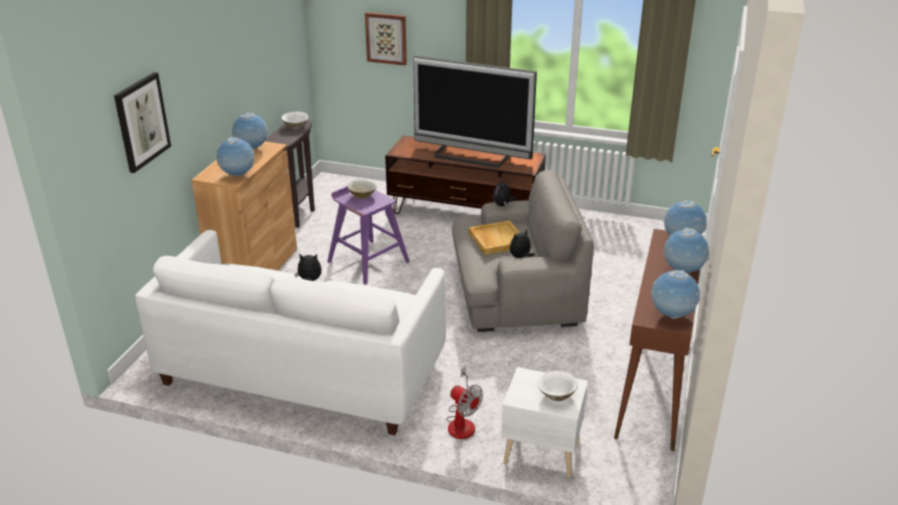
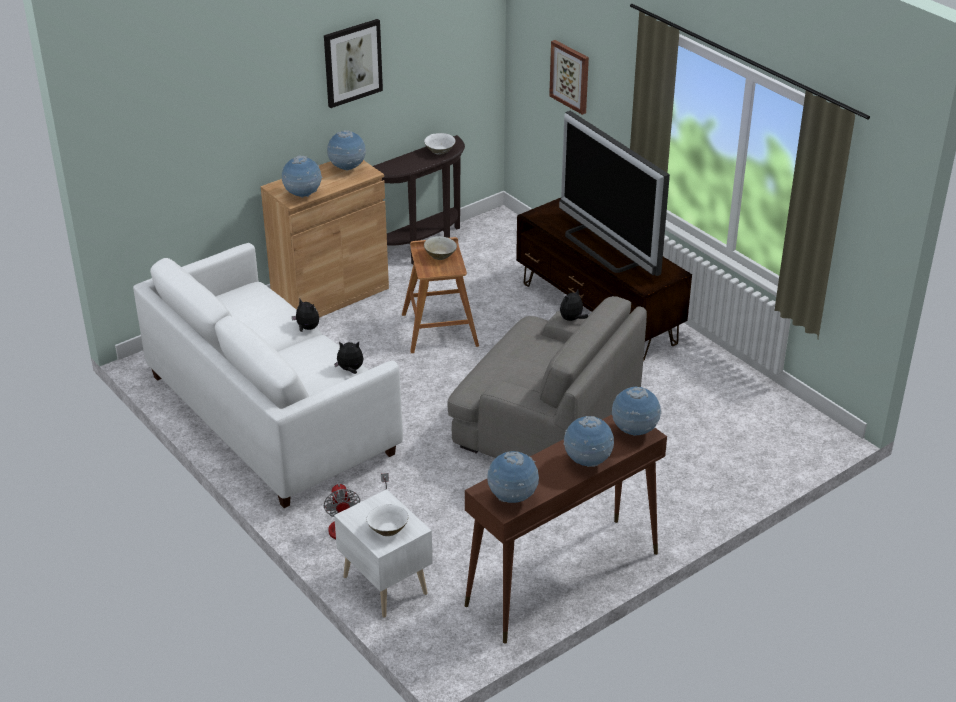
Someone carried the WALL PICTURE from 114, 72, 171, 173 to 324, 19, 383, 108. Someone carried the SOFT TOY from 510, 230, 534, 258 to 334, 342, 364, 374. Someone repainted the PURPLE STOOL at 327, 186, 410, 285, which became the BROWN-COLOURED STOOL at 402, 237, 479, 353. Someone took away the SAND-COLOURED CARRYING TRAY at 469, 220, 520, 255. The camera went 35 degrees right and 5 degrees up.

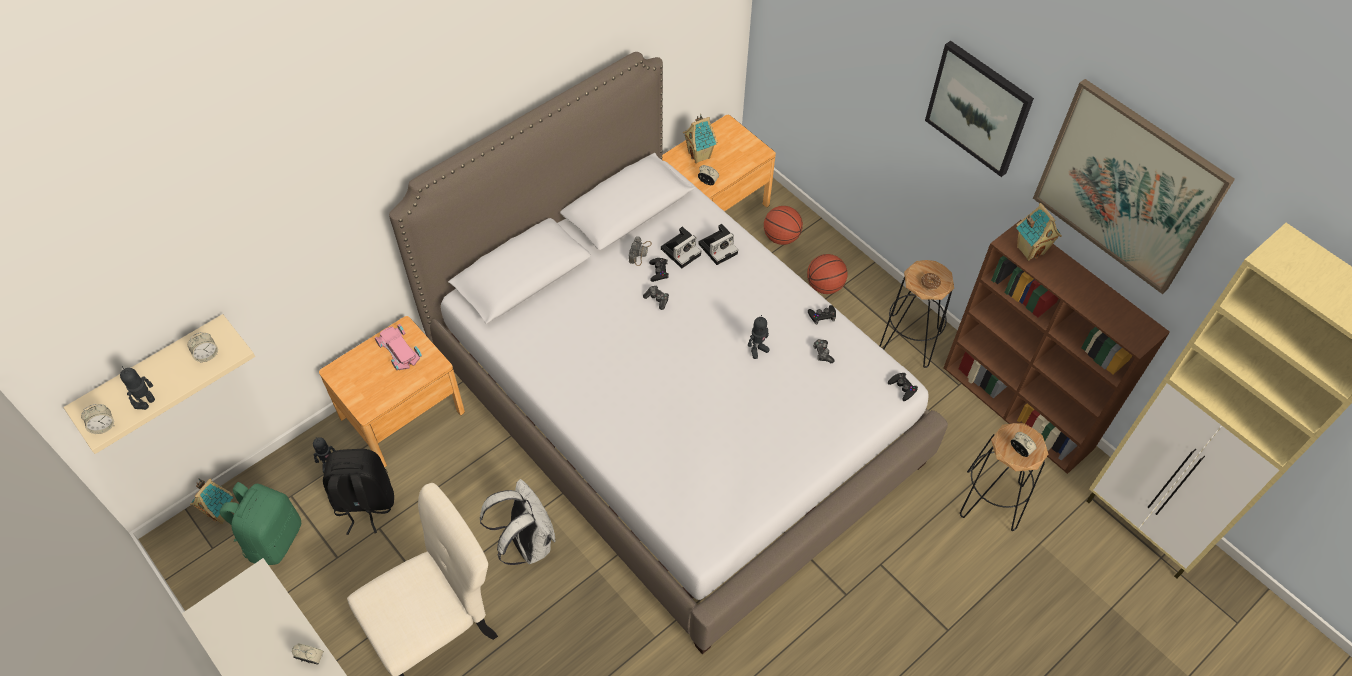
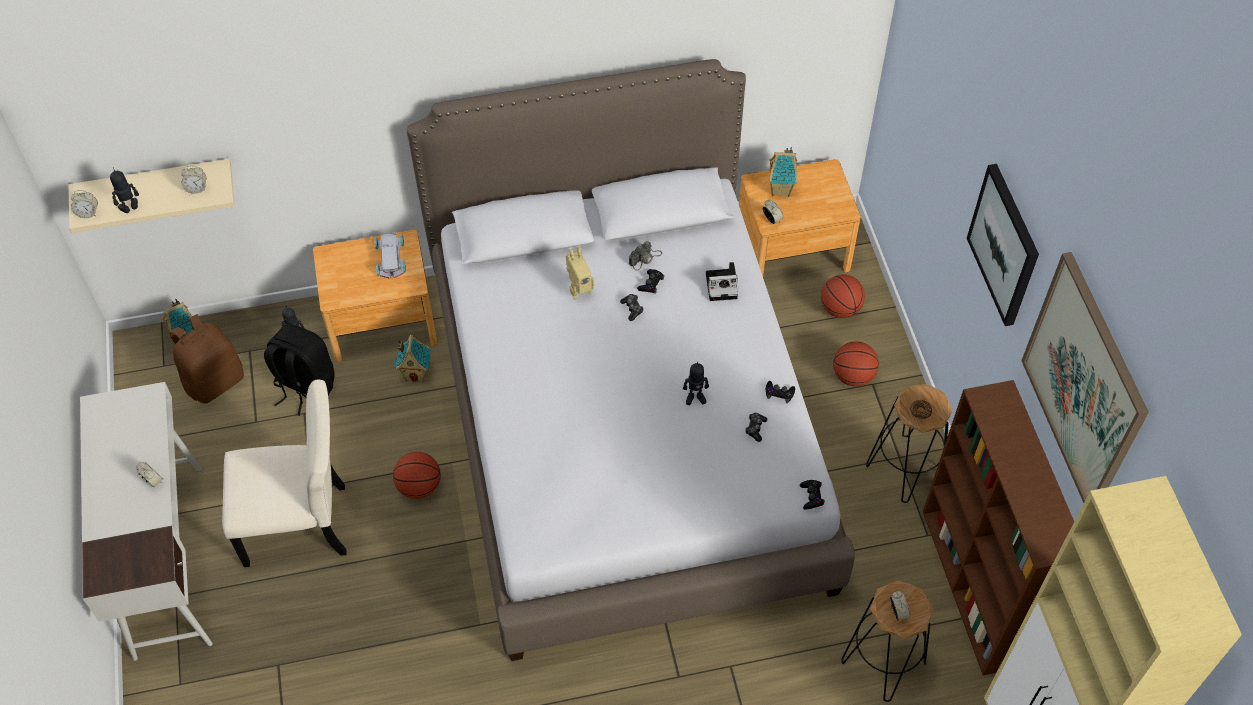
Someone repainted the GREENISH KNAPSACK at 219, 482, 301, 565, which became the BROWN-COLOURED KNAPSACK at 170, 314, 244, 404. Someone repainted the PINK MINIATURE CAR at 375, 324, 422, 370, which became the WHITE-COLOURED MINIATURE CAR at 374, 234, 406, 279. Someone swapped the WHITE-COLOURED KNAPSACK at 480, 479, 555, 565 for the BASKETBALL at 393, 452, 441, 499. Someone carried the TOY HOUSE from 1016, 203, 1062, 261 to 395, 334, 431, 383. Someone put down the MODEL ROBOT at 566, 246, 594, 300. Someone took away the STILL CAMERA at 661, 227, 701, 268. The camera went 30 degrees right and 0 degrees up.

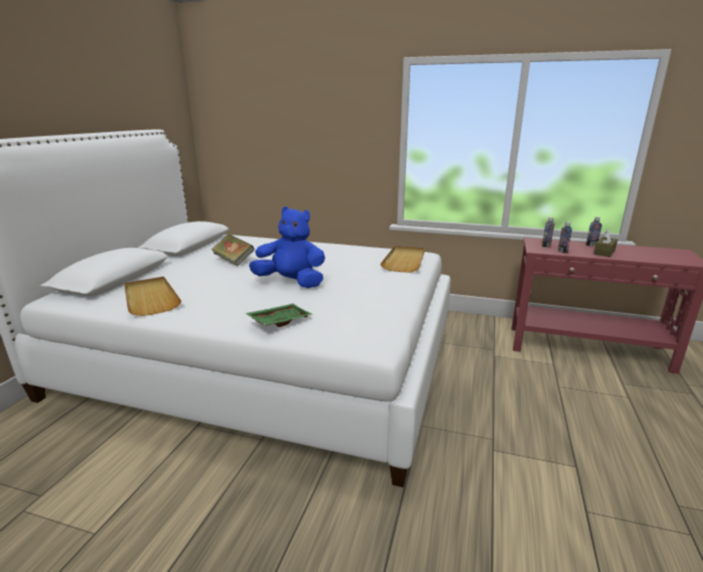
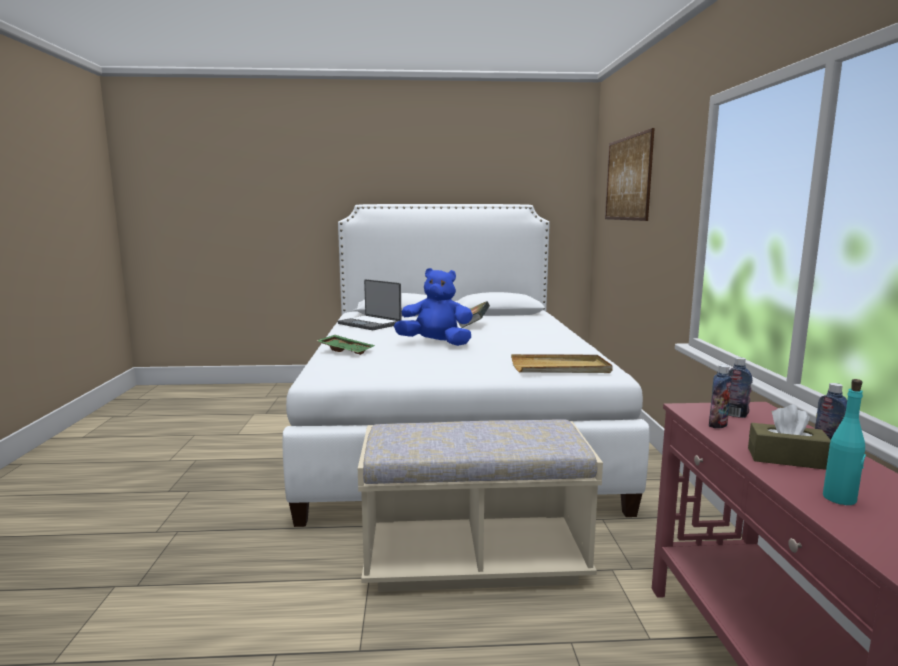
Someone swapped the SAND-COLOURED CARRYING TRAY at 124, 277, 181, 316 for the PORTABLE COMPUTER at 337, 279, 402, 330. Someone put down the SAND-COLOURED LONG SEAT at 358, 419, 603, 592. Someone rotated the BLUE SOFT TOY at 249, 207, 325, 288 by 75 degrees counterclockwise. Someone put up the WALL PICTURE at 605, 128, 655, 221. Someone put down the TURQUOISE DRINK BOTTLE at 823, 379, 866, 505. The camera went 70 degrees right and 10 degrees down.

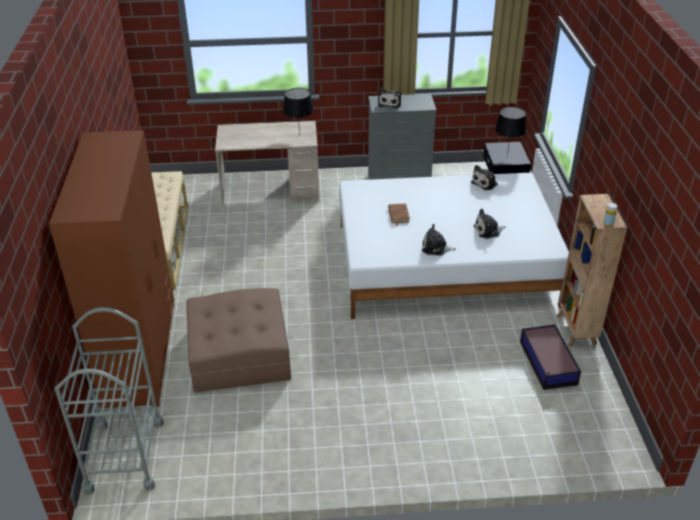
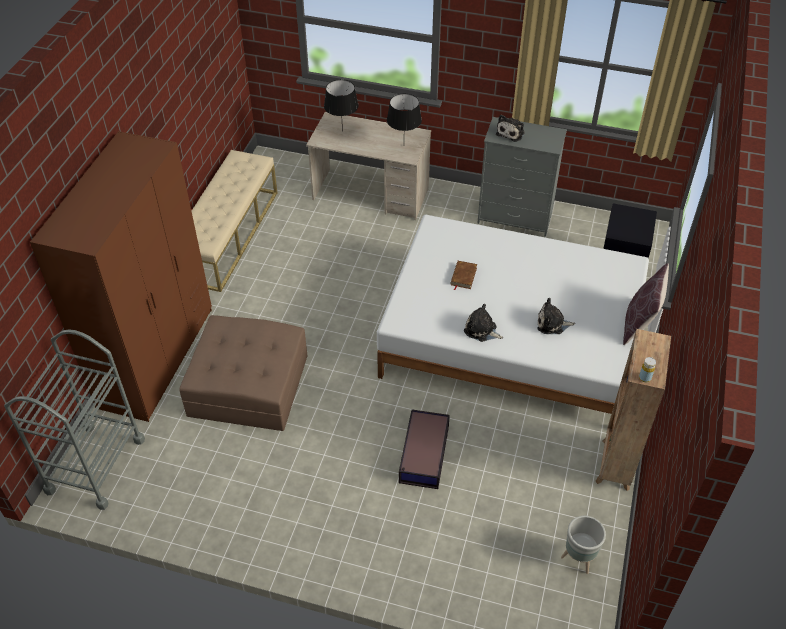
Someone carried the BLACKISH LAMP FOR A TABLE from 495, 107, 526, 154 to 324, 80, 359, 132. Someone carried the STORAGE BIN from 520, 325, 581, 390 to 399, 410, 450, 489. Someone put down the GRAY FLOWER POT at 561, 516, 606, 574. Someone put down the BROWN-COLOURED PILLOW at 623, 263, 669, 345. Someone took away the SOFT TOY at 471, 165, 497, 190. The camera went 20 degrees right and 10 degrees up.

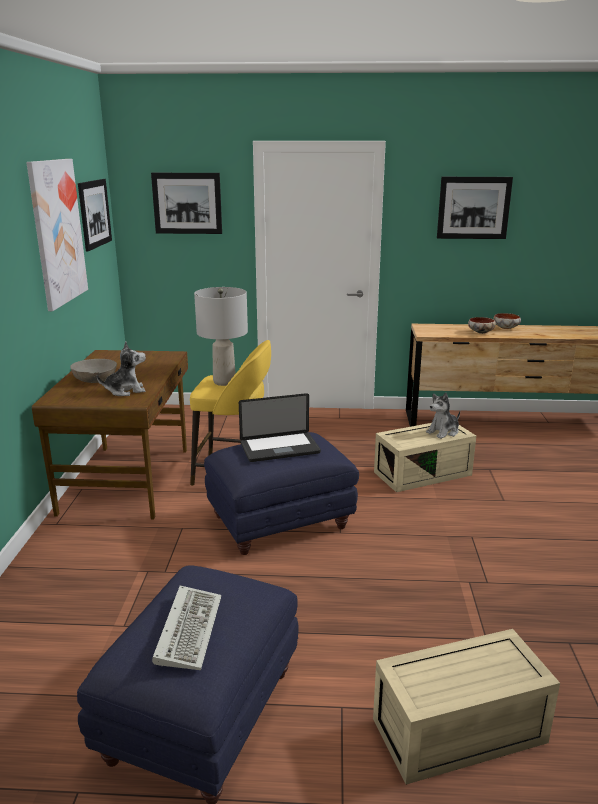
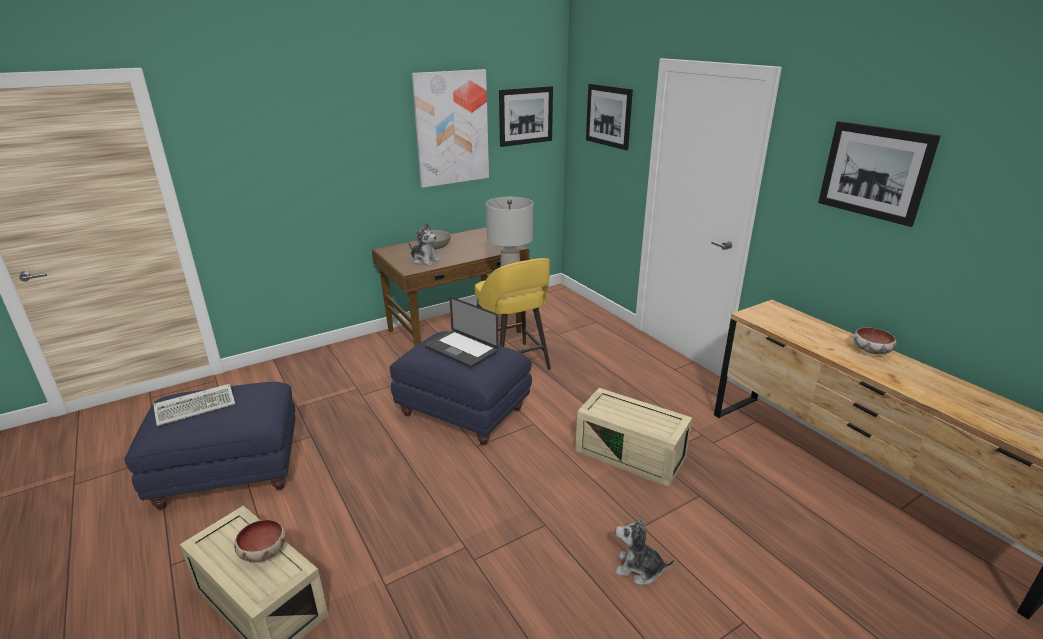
Someone carried the BOWL from 468, 317, 496, 334 to 234, 520, 285, 562. Someone carried the SOFT TOY from 426, 393, 460, 439 to 615, 514, 674, 584. The camera went 55 degrees right and 5 degrees up.

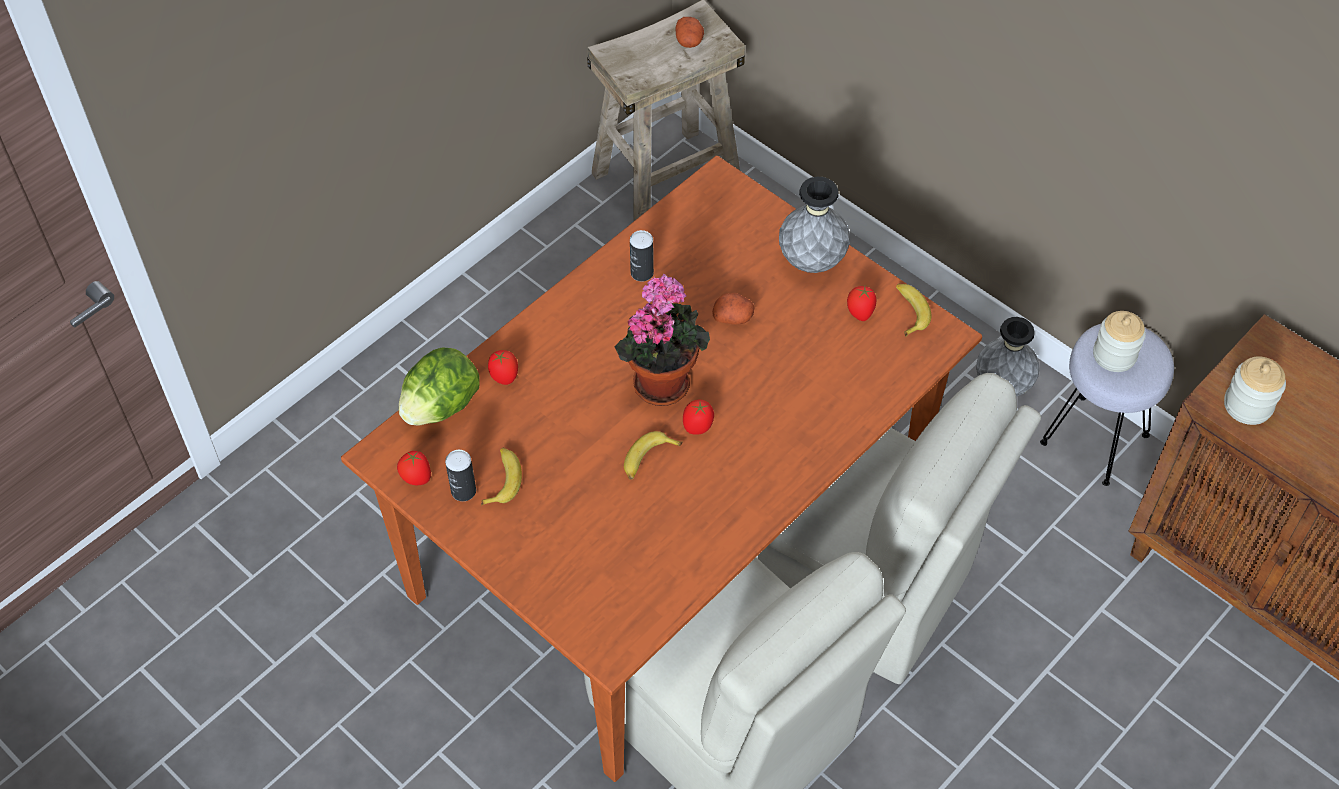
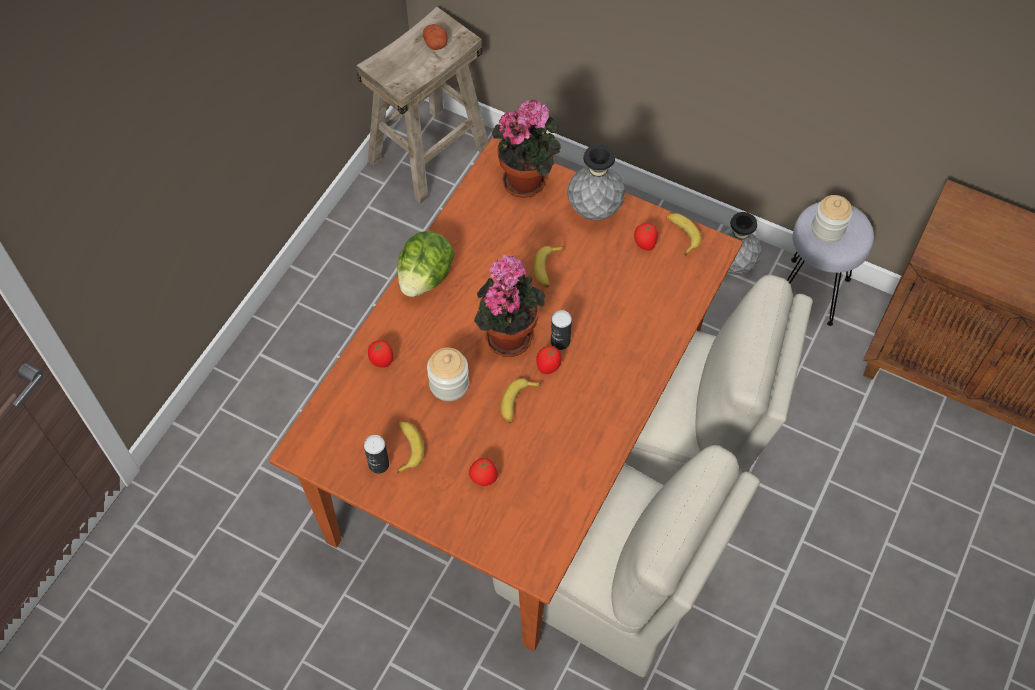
Someone carried the HEAD OF LETTUCE from 399, 347, 480, 425 to 397, 231, 455, 297. Someone carried the JAR from 1224, 356, 1286, 425 to 427, 348, 469, 401. Someone carried the WHOLE TOMATO from 397, 451, 431, 485 to 469, 458, 498, 486. Someone put down the PLANT IN A POT at 492, 99, 561, 198. Someone swapped the SPUD at 712, 293, 755, 325 for the BANANA at 533, 246, 564, 288. Someone carried the CAN from 630, 230, 654, 282 to 551, 310, 572, 350. The camera went 15 degrees left and 5 degrees up.

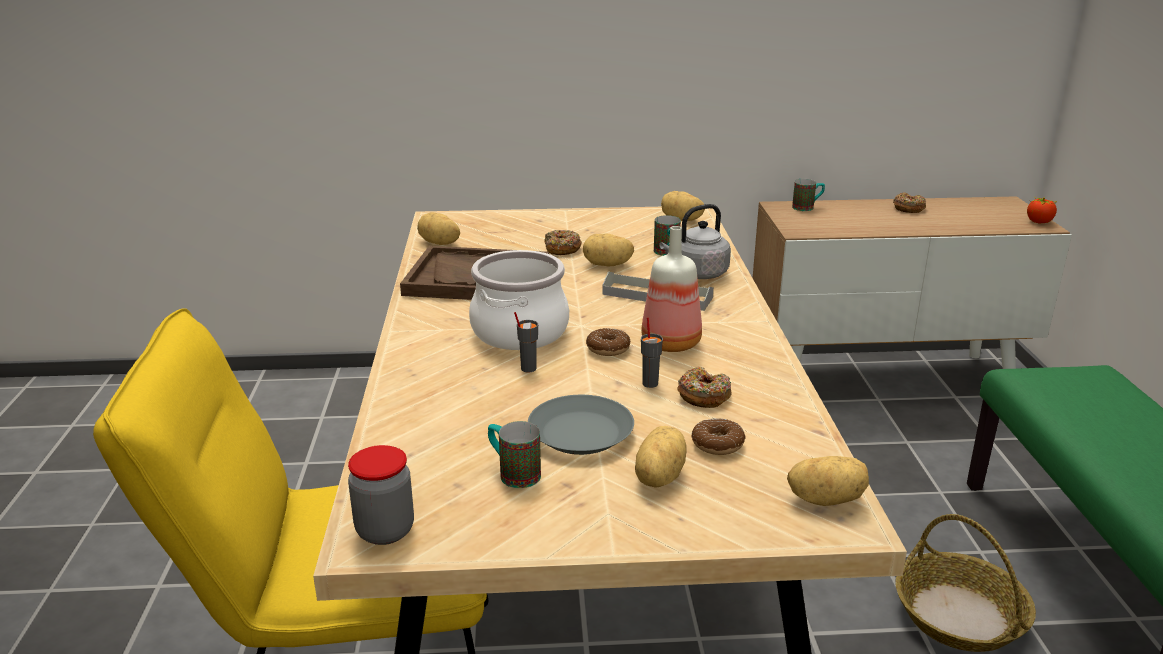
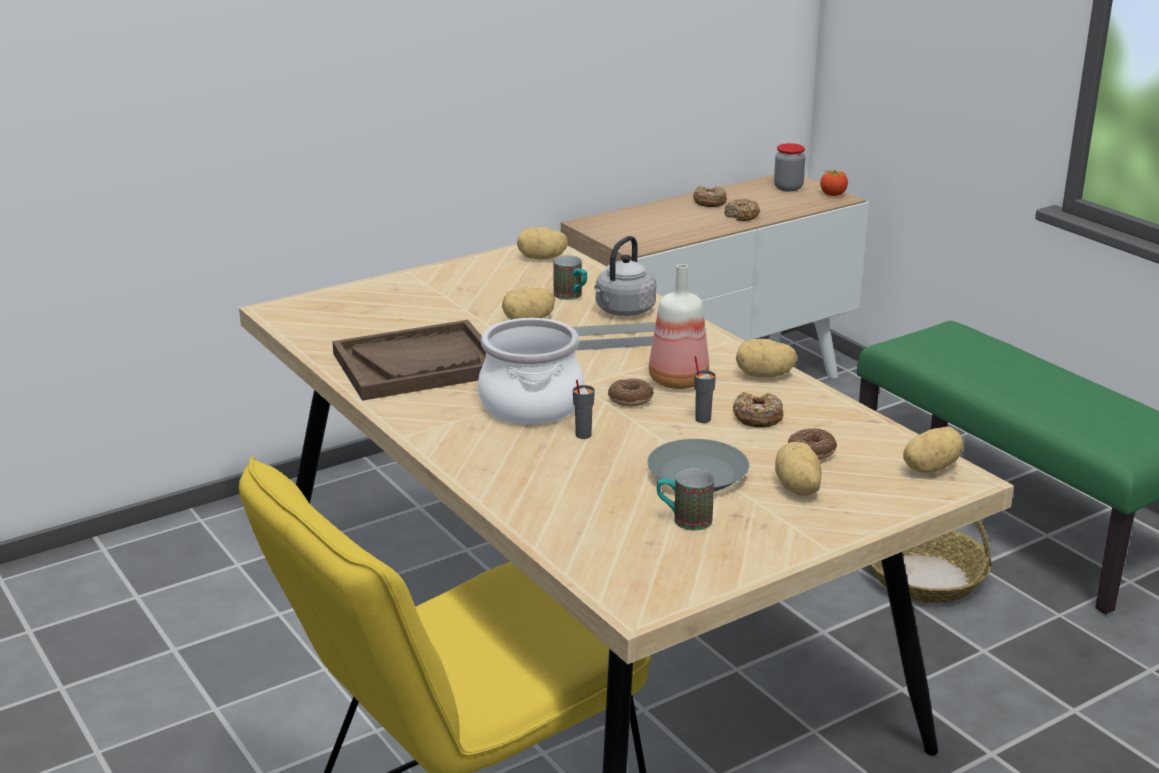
Someone carried the RING DOUGHNUT from 544, 230, 582, 255 to 724, 198, 760, 221. Someone carried the SPUD from 417, 212, 460, 245 to 736, 339, 797, 378. Someone carried the JAR from 348, 445, 414, 545 to 774, 143, 805, 192. Someone took away the COFFEE MUG at 792, 179, 825, 211. The camera went 30 degrees left and 0 degrees up.

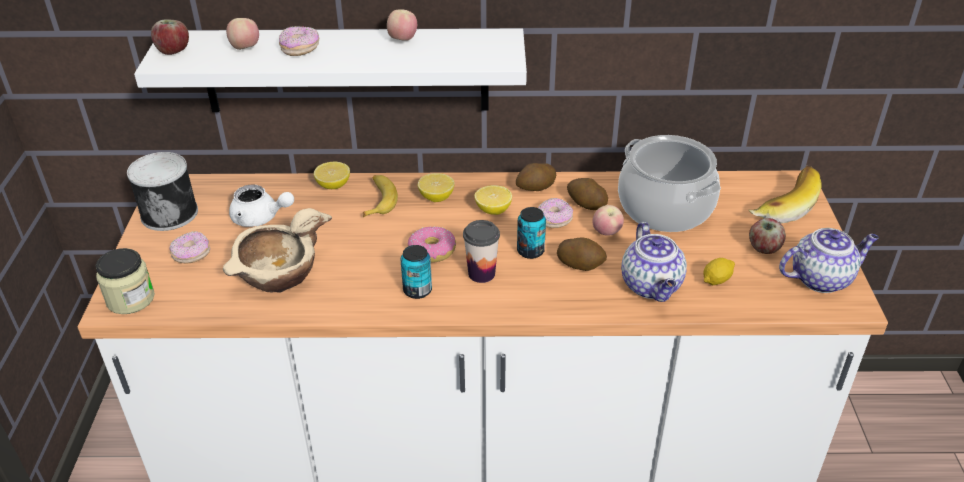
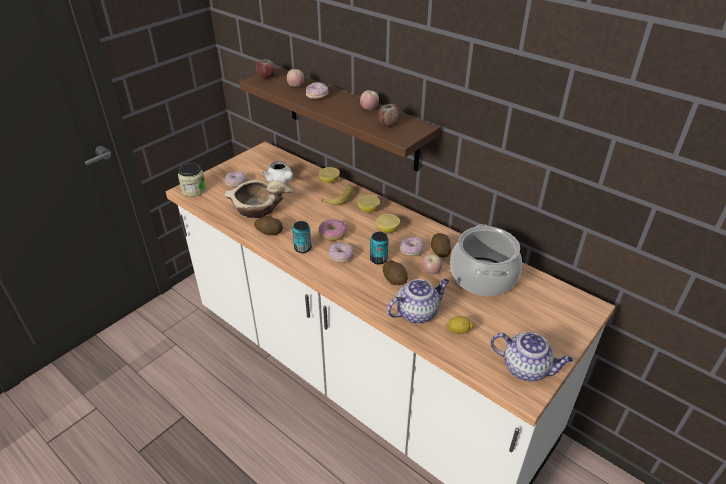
Someone repainted the WHITE-COLOURED WALL SHELF at 134, 28, 527, 112, which became the BROWN-COLOURED WALL SHELF at 239, 67, 440, 172. Someone carried the SPUD from 516, 163, 556, 191 to 254, 216, 283, 235. Someone swapped the DRINKING CUP at 463, 220, 500, 283 for the RING DOUGHNUT at 328, 243, 353, 263. Someone carried the APPLE from 749, 218, 786, 254 to 378, 104, 401, 127. Someone rotated the TEA POT at 621, 222, 687, 302 by 150 degrees counterclockwise. Someone took away the CAN at 127, 152, 198, 231. Someone took away the BANANA at 749, 166, 822, 224. The camera went 40 degrees right and 0 degrees up.

